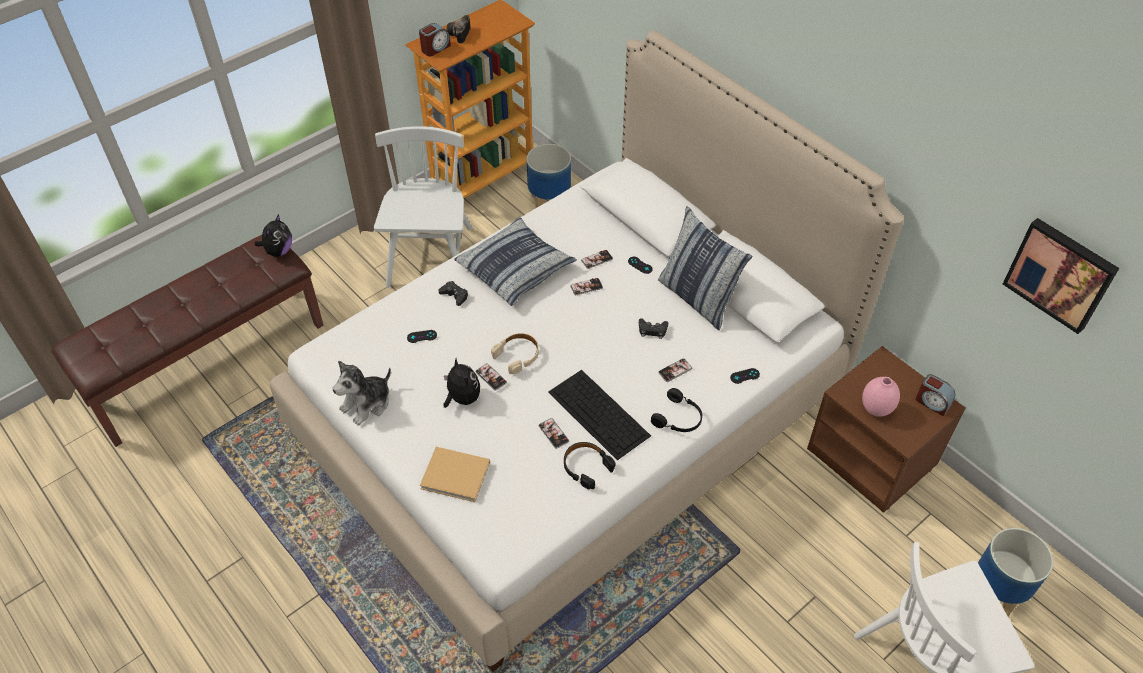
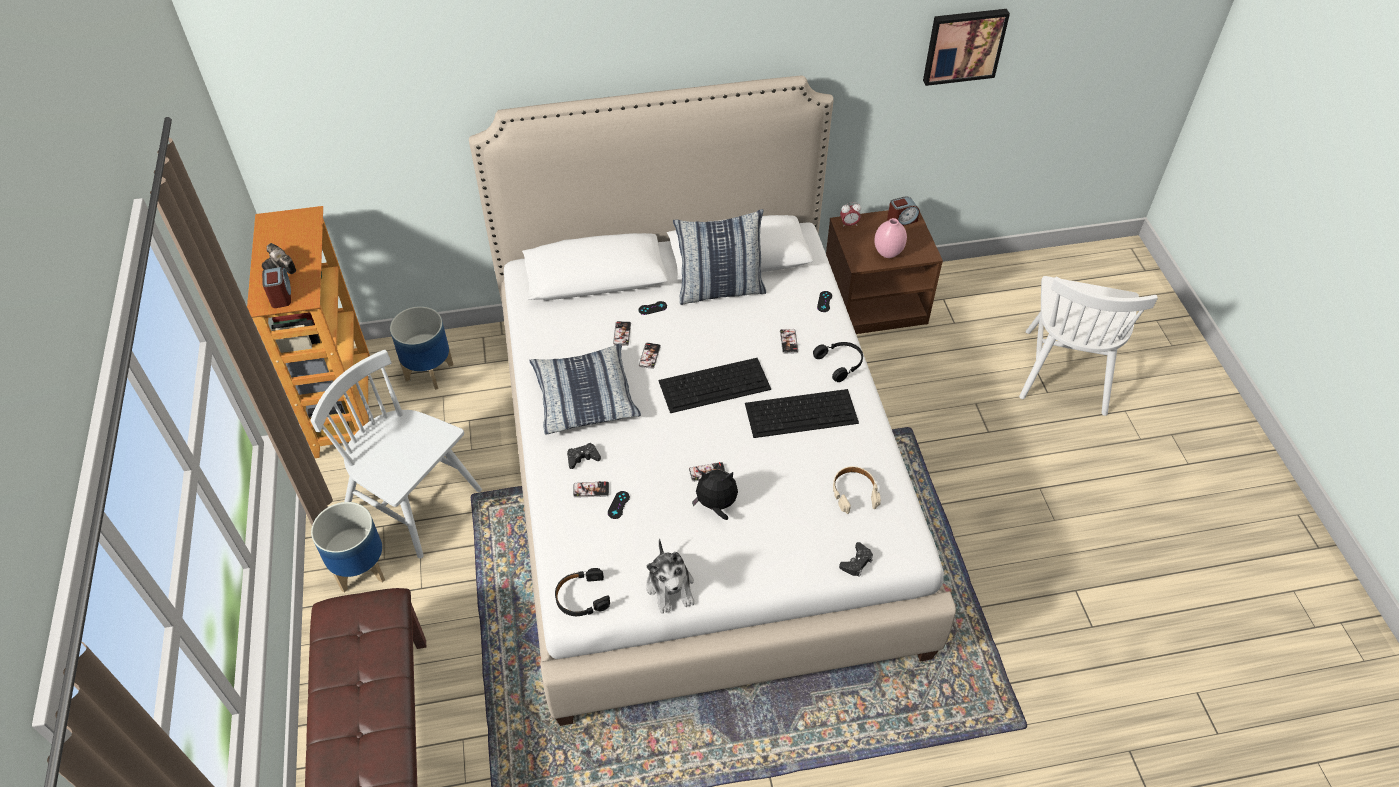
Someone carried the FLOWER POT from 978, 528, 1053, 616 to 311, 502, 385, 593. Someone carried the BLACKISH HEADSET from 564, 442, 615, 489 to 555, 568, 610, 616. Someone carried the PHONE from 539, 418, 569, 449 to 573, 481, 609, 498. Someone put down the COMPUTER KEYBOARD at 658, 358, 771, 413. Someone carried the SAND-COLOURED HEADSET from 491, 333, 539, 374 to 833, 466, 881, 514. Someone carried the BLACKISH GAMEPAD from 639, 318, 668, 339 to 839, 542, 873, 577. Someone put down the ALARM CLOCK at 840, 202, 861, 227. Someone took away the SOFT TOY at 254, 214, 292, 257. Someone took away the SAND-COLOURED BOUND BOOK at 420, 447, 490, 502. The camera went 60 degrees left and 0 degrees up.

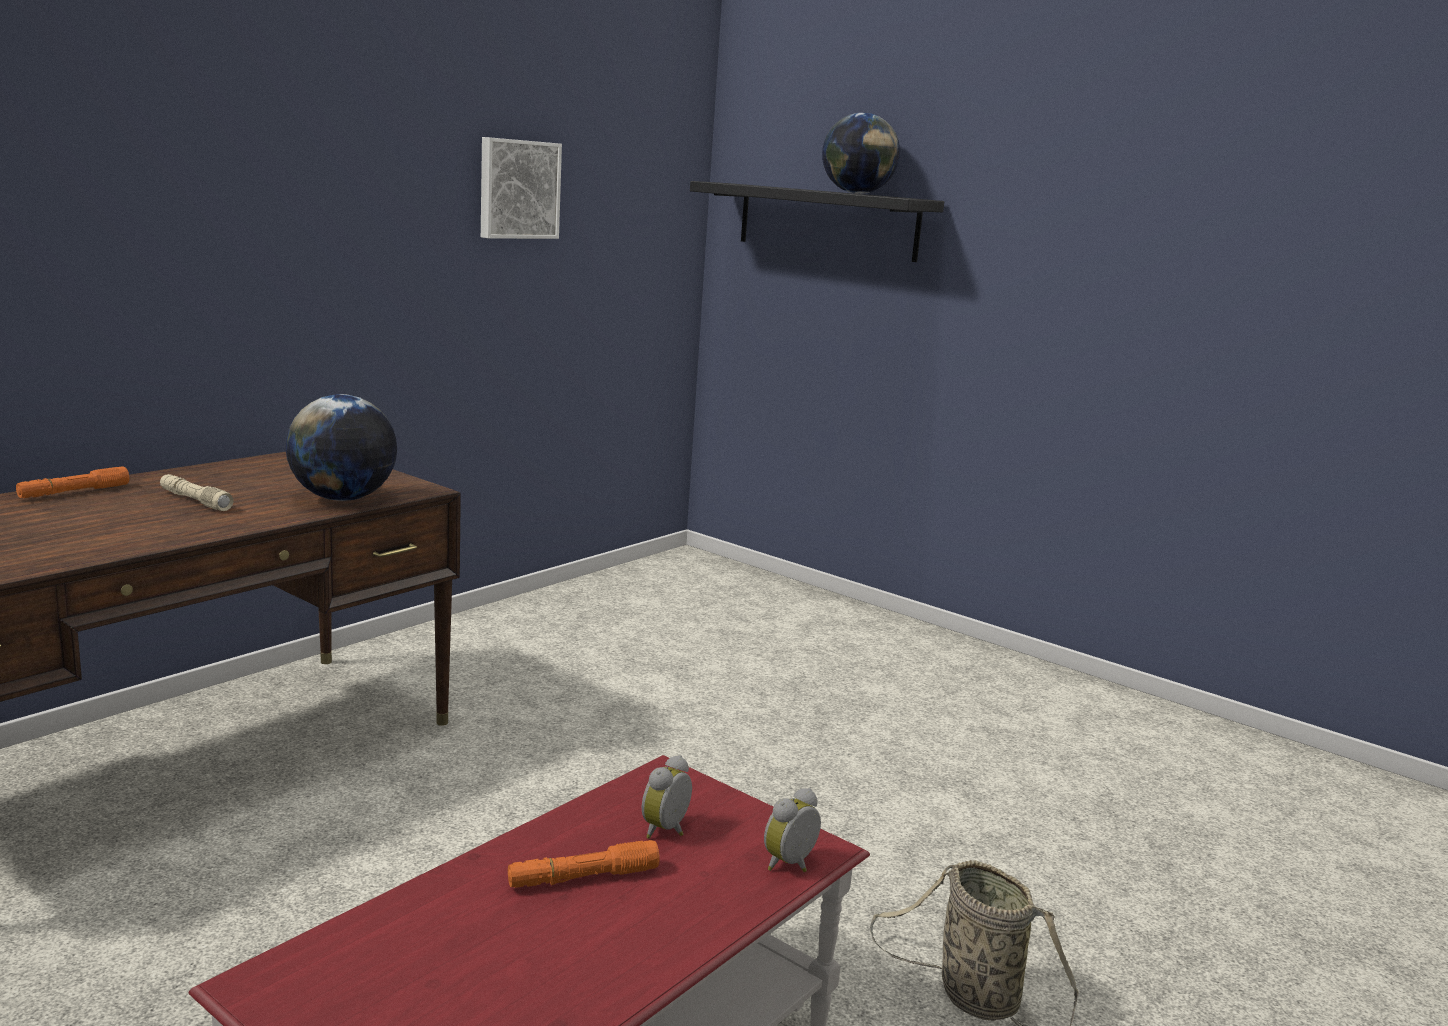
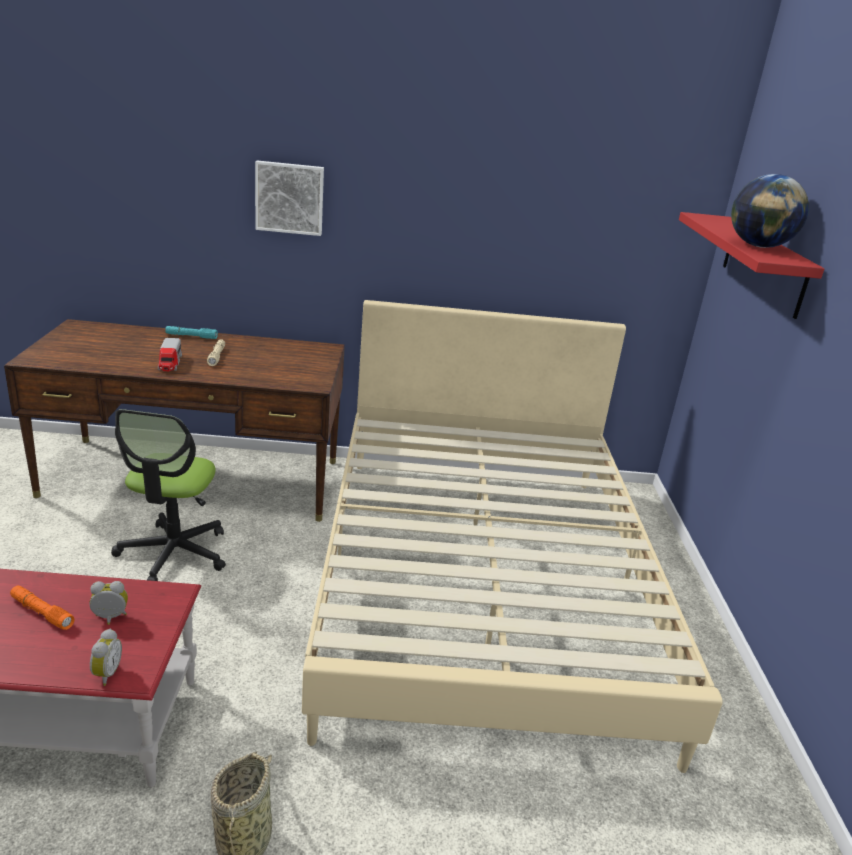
Someone rotated the ALARM CLOCK at 764, 788, 821, 872 by 90 degrees clockwise. Someone put down the DESK CHAIR at 111, 409, 226, 581. Someone put down the TOY TRUCK at 158, 338, 182, 371. Someone repainted the ORANGE-COLOURED FLASHLIGHT at 16, 466, 129, 498, which became the TURQUOISE FLASHLIGHT at 165, 326, 218, 339. Someone carried the WALL PICTURE from 481, 137, 562, 239 to 255, 161, 324, 236. Someone put down the SAND-COLOURED SLEEPING BED at 302, 300, 723, 773. Someone repainted the BLACKISH WALL SHELF at 690, 181, 944, 262, which became the REDDISH WALL SHELF at 679, 212, 824, 319. Someone took away the GLOBE at 286, 394, 397, 501. The camera went 50 degrees right and 10 degrees up.

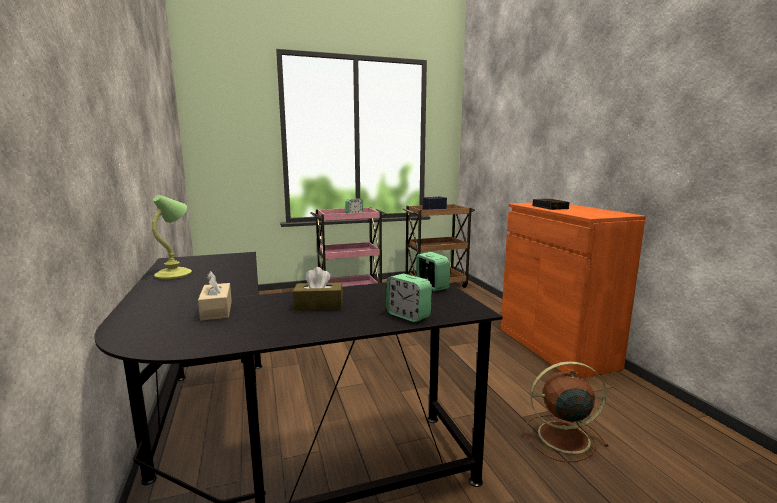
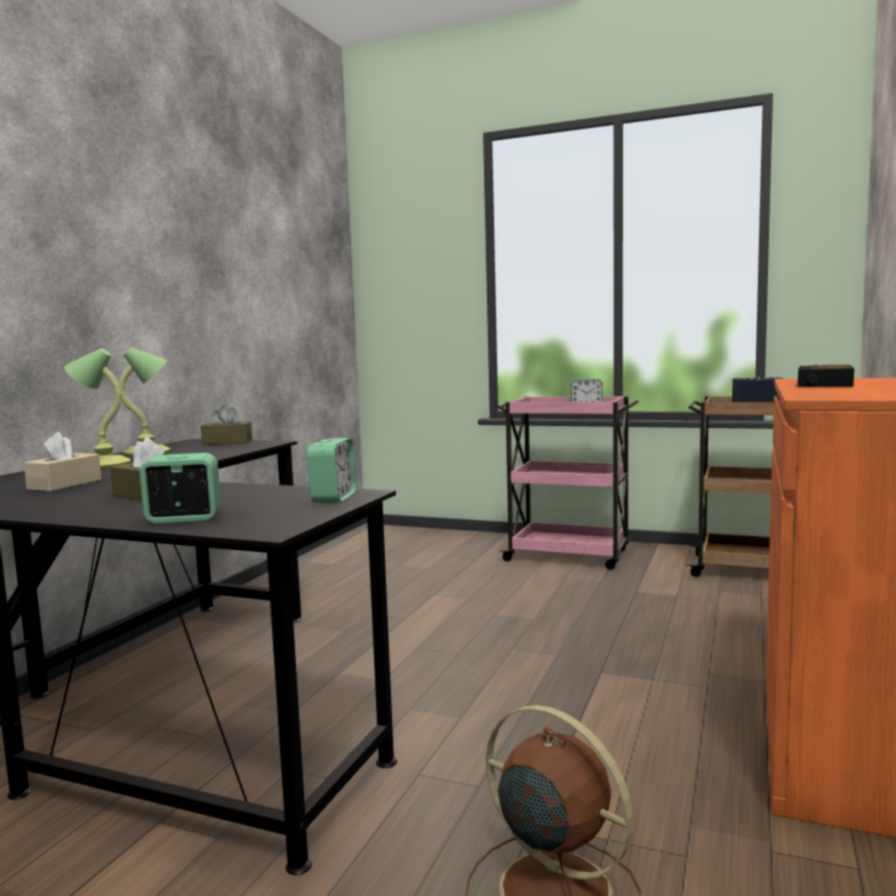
Someone put down the LAMP FOR A TABLE at 64, 348, 131, 468. Someone rotated the ALARM CLOCK at 386, 274, 432, 322 by 90 degrees clockwise. Someone put down the BROWN-COLOURED TISSUE HOLDER at 201, 405, 252, 445. The camera went 40 degrees right and 5 degrees down.

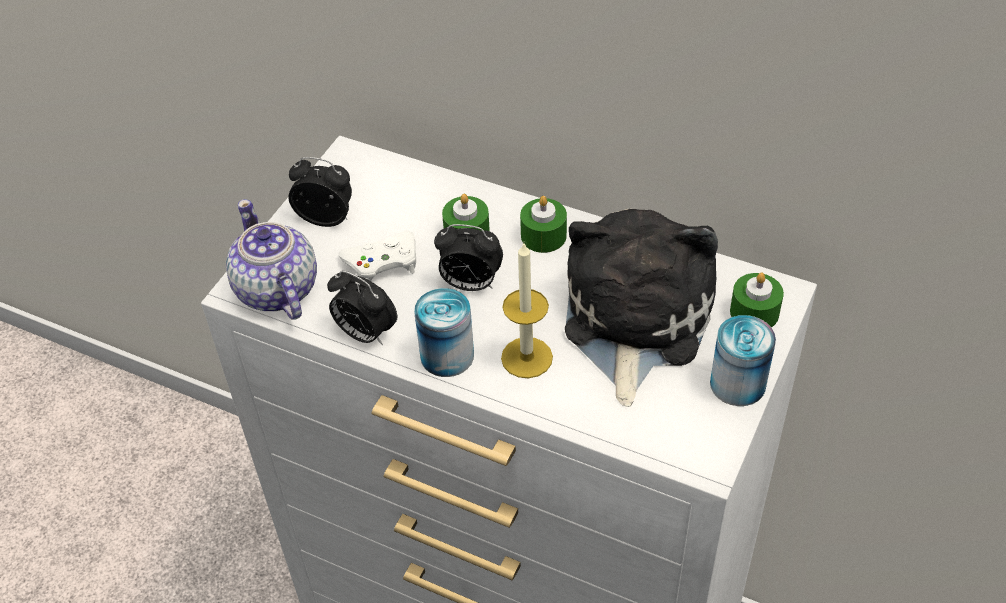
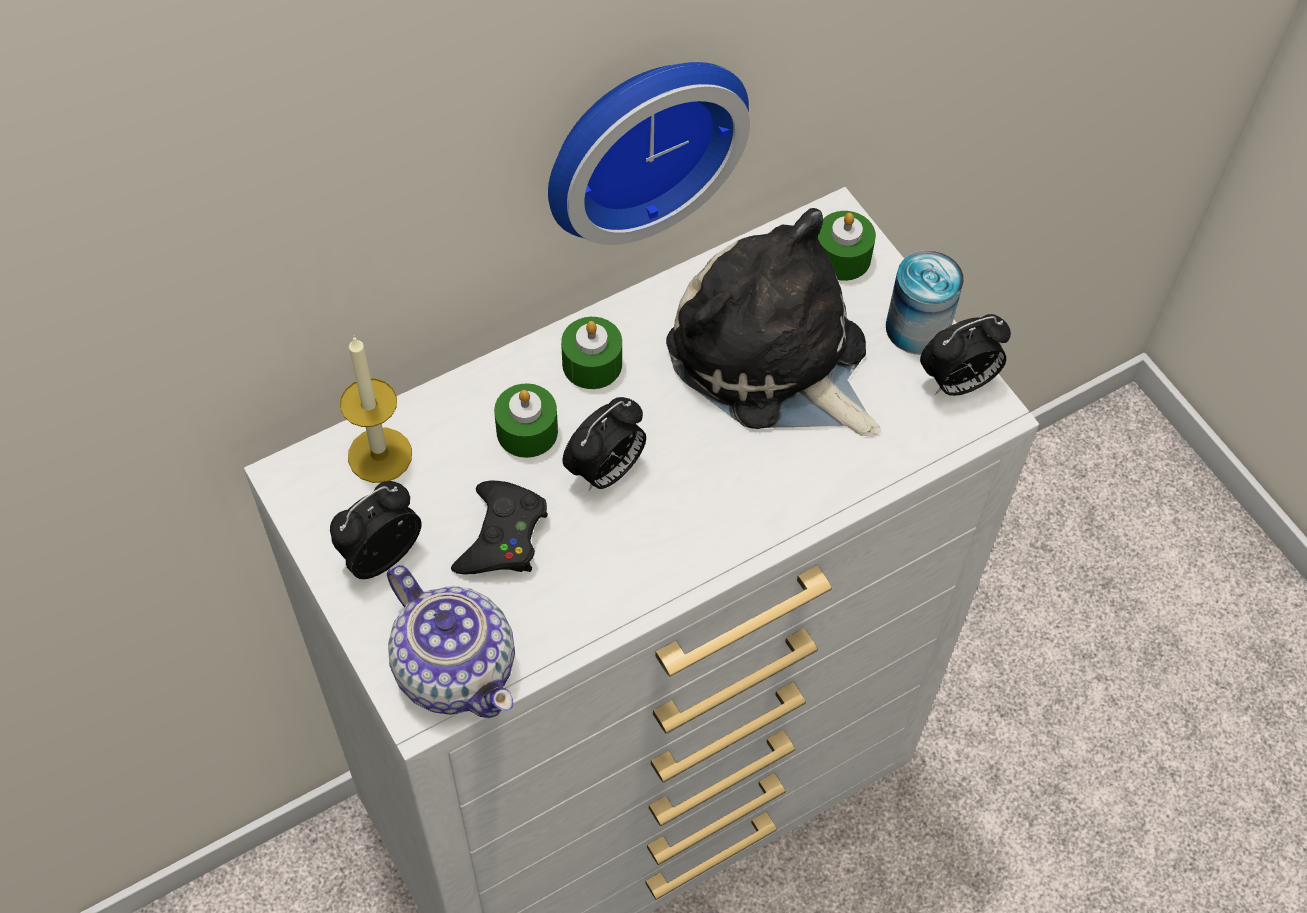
Someone carried the CANDLE from 501, 243, 553, 378 to 340, 337, 412, 483. Someone rotated the TEA POT at 226, 199, 317, 319 by 135 degrees counterclockwise. Someone repainted the WHITE-COLOURED GAMEPAD at 338, 230, 416, 281, which became the BLACKISH GAMEPAD at 451, 480, 548, 574. Someone put up the CLOCK ON THE WALL at 548, 62, 750, 245. Someone carried the ALARM CLOCK from 327, 271, 397, 345 to 920, 314, 1011, 396. Someone took away the CAN at 414, 288, 474, 377. The camera went 60 degrees left and 10 degrees up.

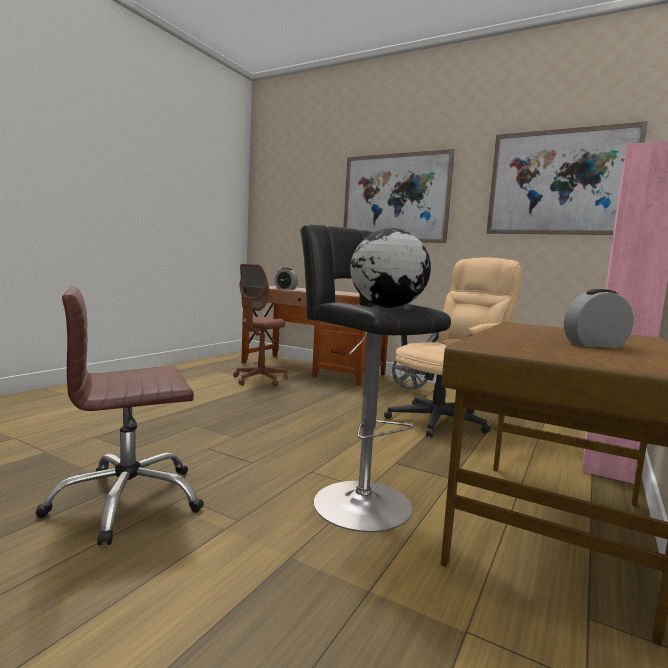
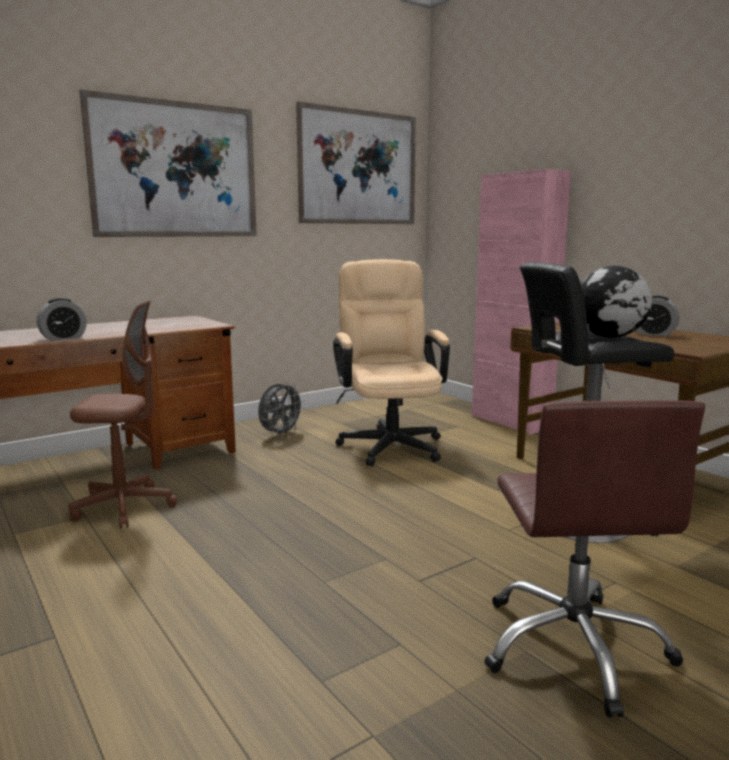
Someone rotated the BROWN-COLOURED DESK CHAIR at 233, 264, 288, 386 by 60 degrees counterclockwise. Someone rotated the ALARM CLOCK at 564, 289, 634, 348 by 75 degrees counterclockwise. The camera went 65 degrees left and 5 degrees up.

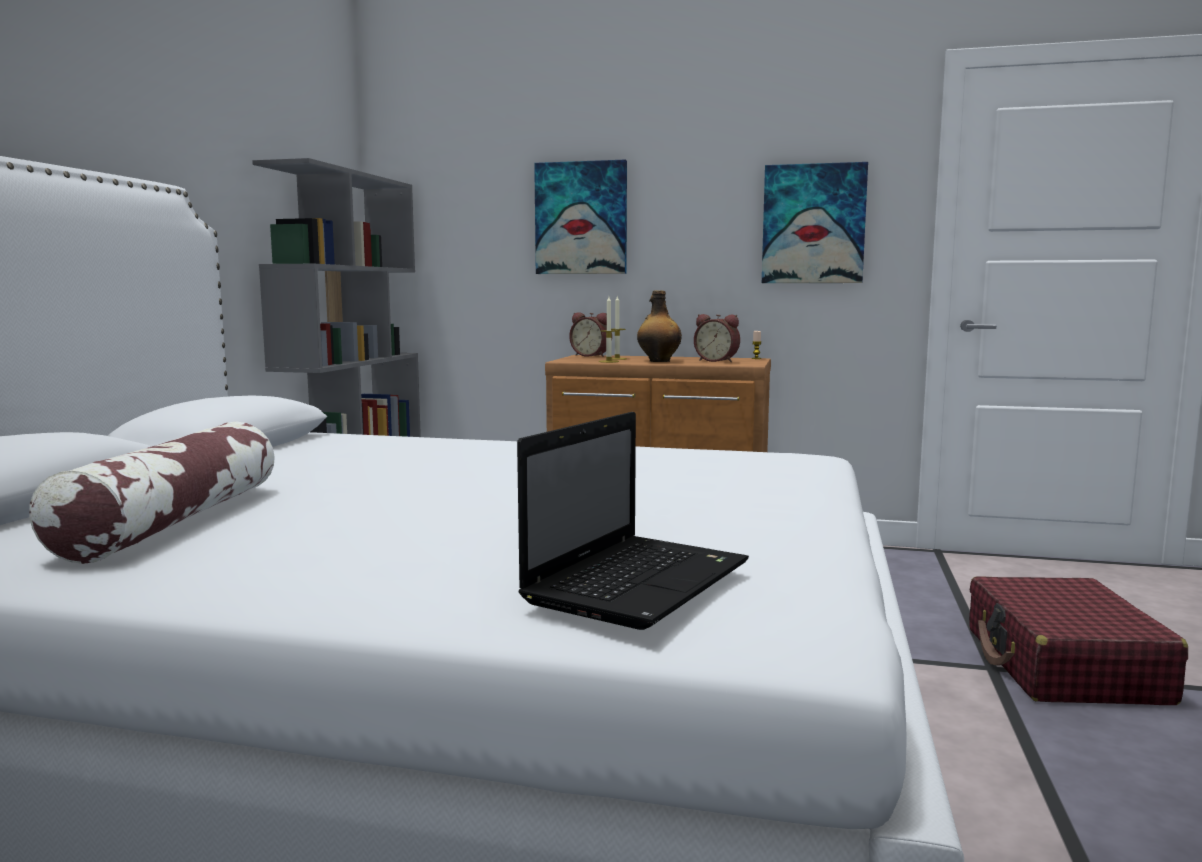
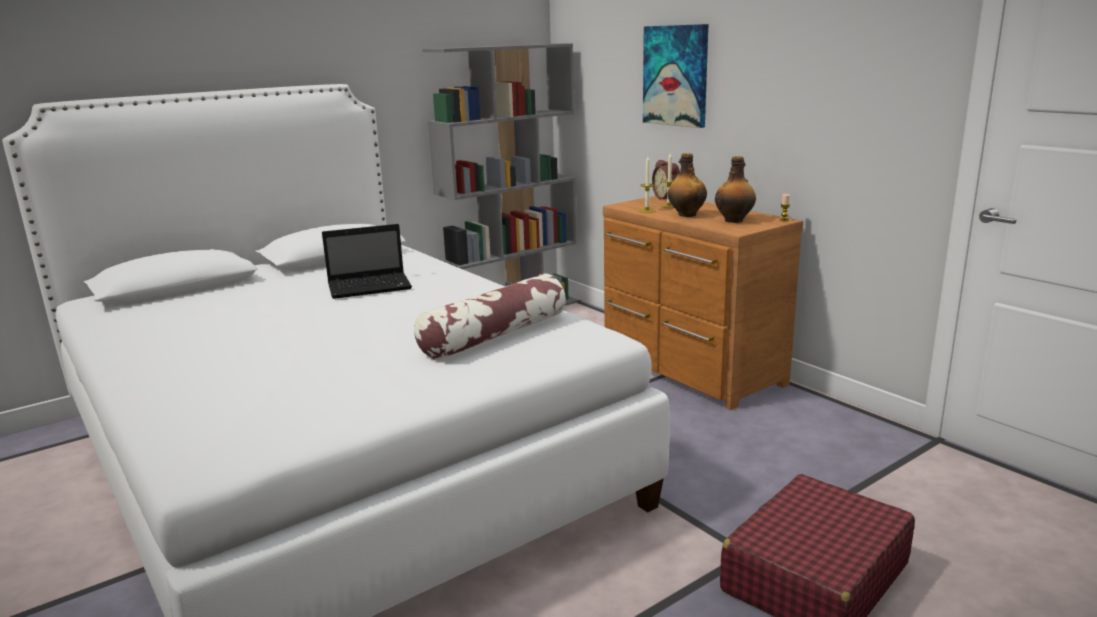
Someone carried the PORTABLE COMPUTER from 517, 412, 749, 630 to 322, 224, 412, 299. Someone carried the PILLOW from 29, 422, 275, 564 to 414, 274, 566, 360. Someone swapped the ALARM CLOCK at 694, 314, 740, 362 for the DRINK BOTTLE at 715, 156, 756, 223. Someone took away the WALL PICTURE at 762, 162, 868, 283. The camera went 40 degrees right and 10 degrees up.

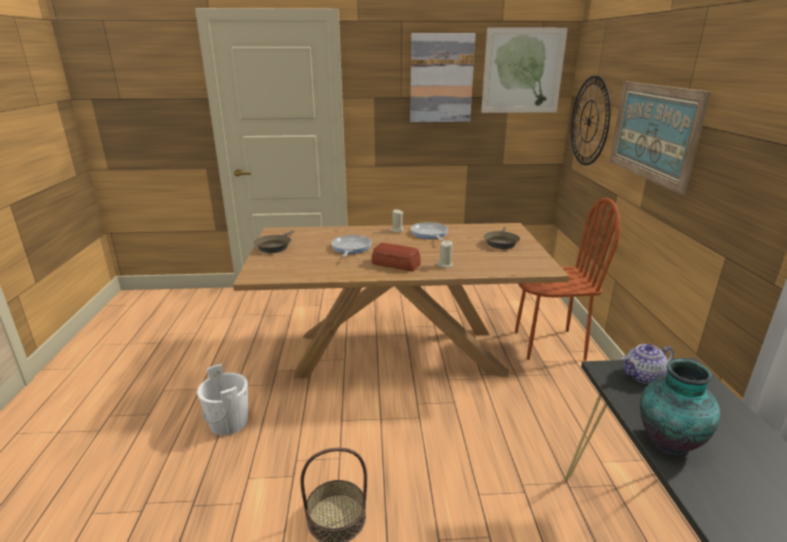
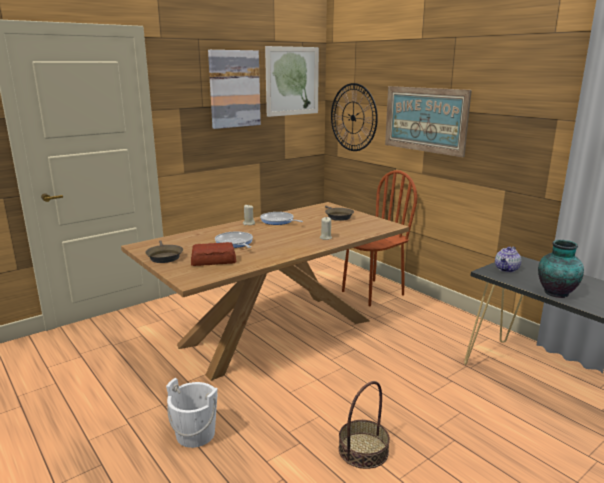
Someone carried the BAKED BREAD from 372, 243, 421, 271 to 191, 242, 236, 266. The camera went 35 degrees left and 5 degrees down.

